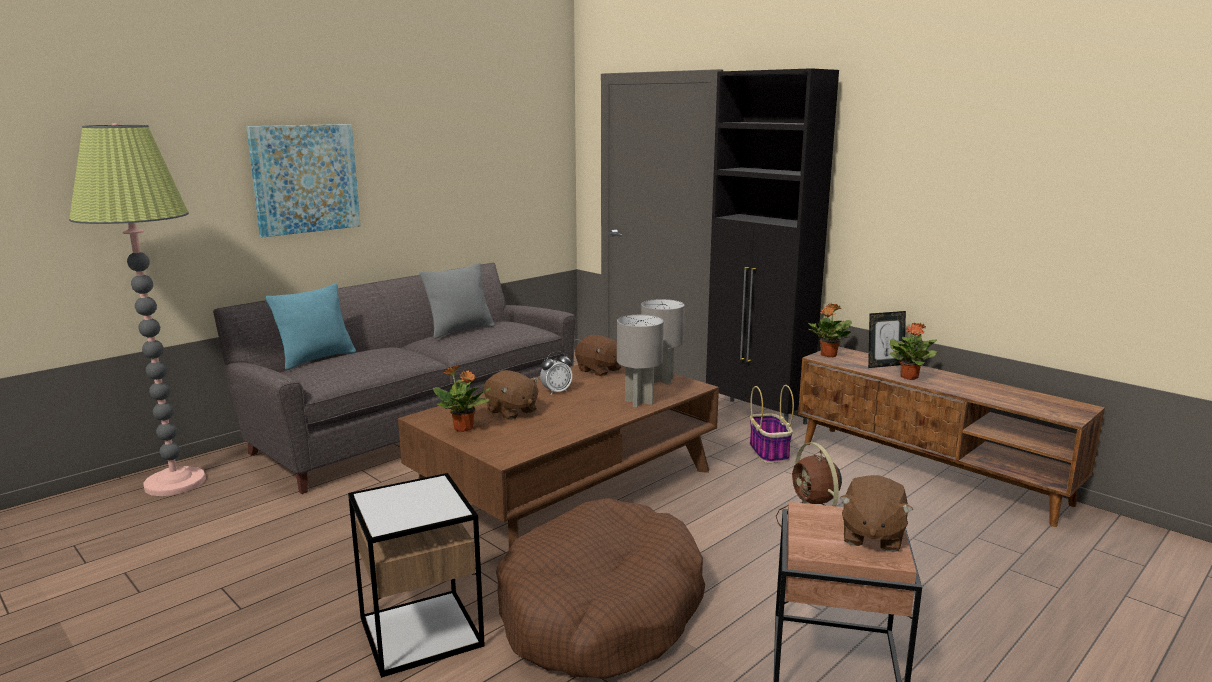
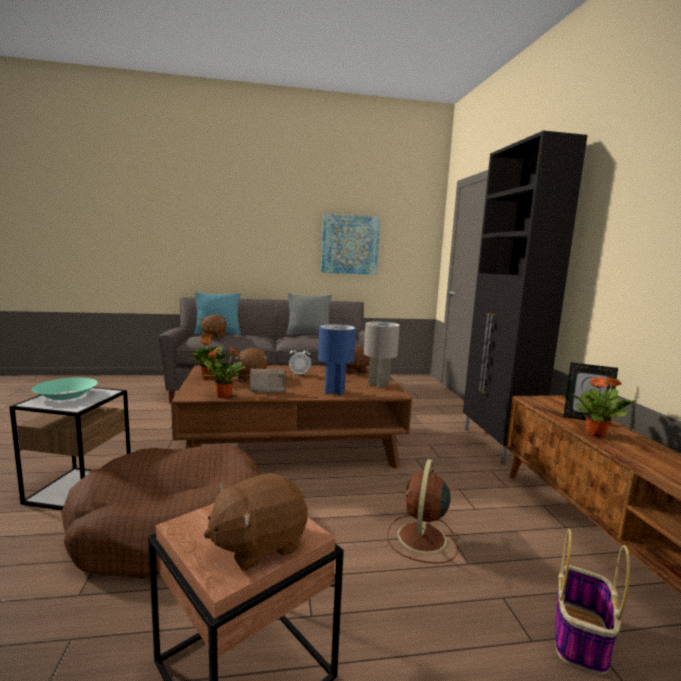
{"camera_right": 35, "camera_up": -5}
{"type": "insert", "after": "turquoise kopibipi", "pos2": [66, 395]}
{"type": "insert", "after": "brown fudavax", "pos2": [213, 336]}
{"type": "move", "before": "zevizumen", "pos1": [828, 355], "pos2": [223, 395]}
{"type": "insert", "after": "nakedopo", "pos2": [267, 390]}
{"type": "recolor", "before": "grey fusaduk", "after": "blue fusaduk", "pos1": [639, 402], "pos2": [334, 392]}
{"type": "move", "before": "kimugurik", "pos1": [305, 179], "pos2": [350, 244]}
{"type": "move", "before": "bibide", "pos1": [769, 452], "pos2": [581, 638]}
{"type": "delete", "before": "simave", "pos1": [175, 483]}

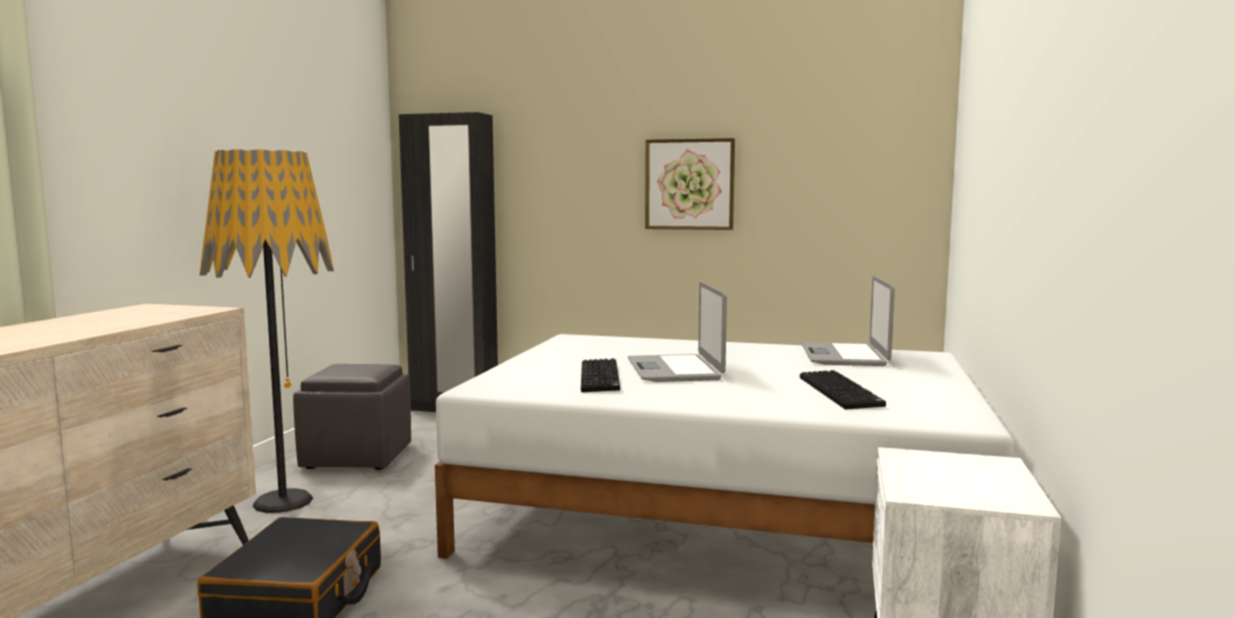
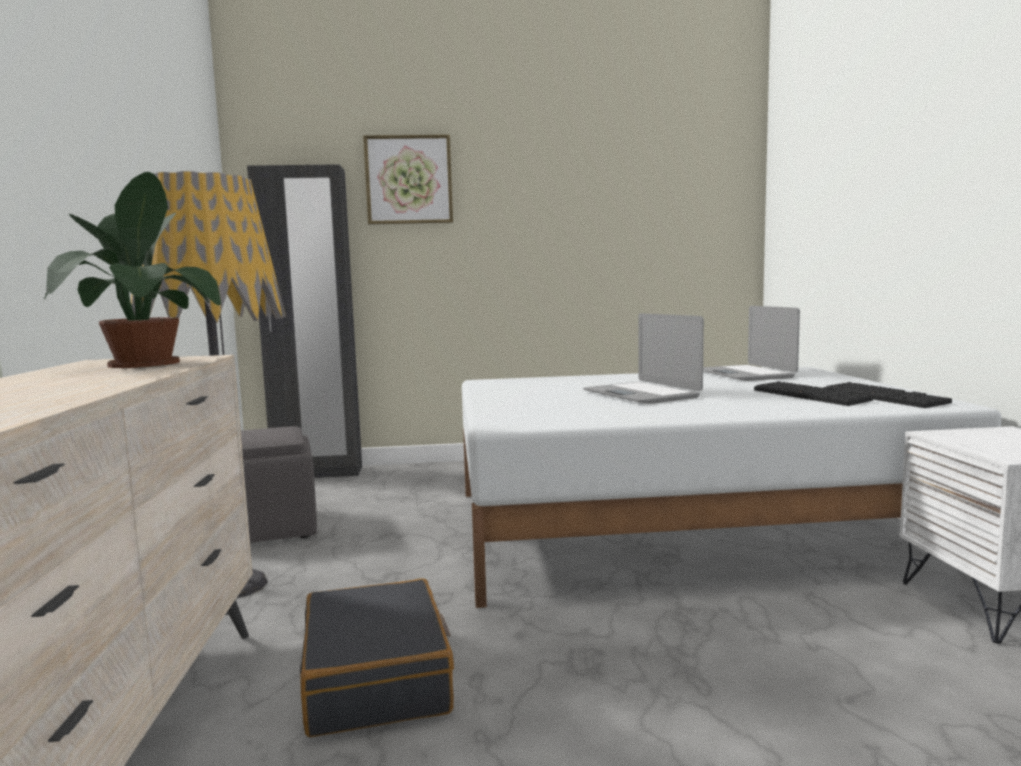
{"camera_right": -20, "camera_up": 0}
{"type": "insert", "after": "zevizumen", "pos2": [143, 364]}
{"type": "move", "before": "kimugurik", "pos1": [689, 184], "pos2": [409, 180]}
{"type": "move", "before": "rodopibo", "pos1": [601, 377], "pos2": [886, 397]}

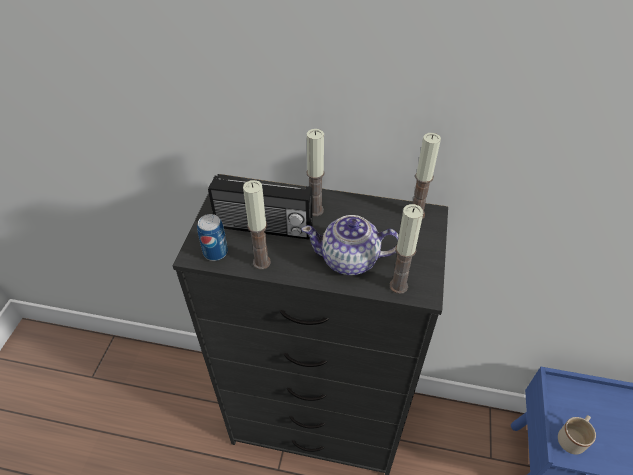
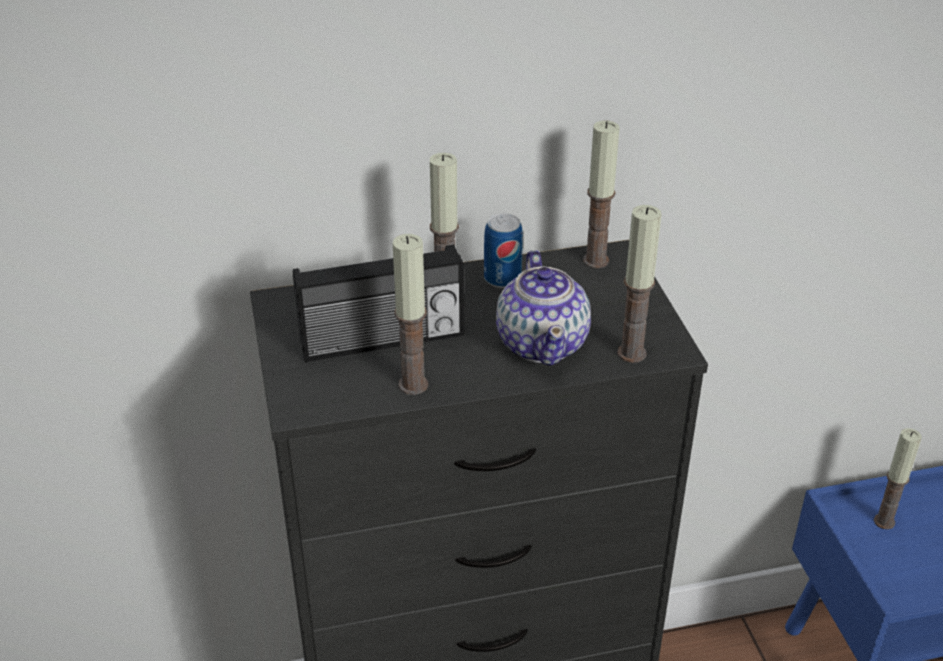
{"camera_right": -25, "camera_up": -10}
{"type": "move", "before": "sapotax", "pos1": [215, 252], "pos2": [502, 279]}
{"type": "rotate", "before": "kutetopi", "pos1": [350, 260], "pos2": [543, 343], "turn": -75}
{"type": "insert", "after": "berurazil", "pos2": [884, 521]}
{"type": "delete", "before": "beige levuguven", "pos1": [572, 438]}

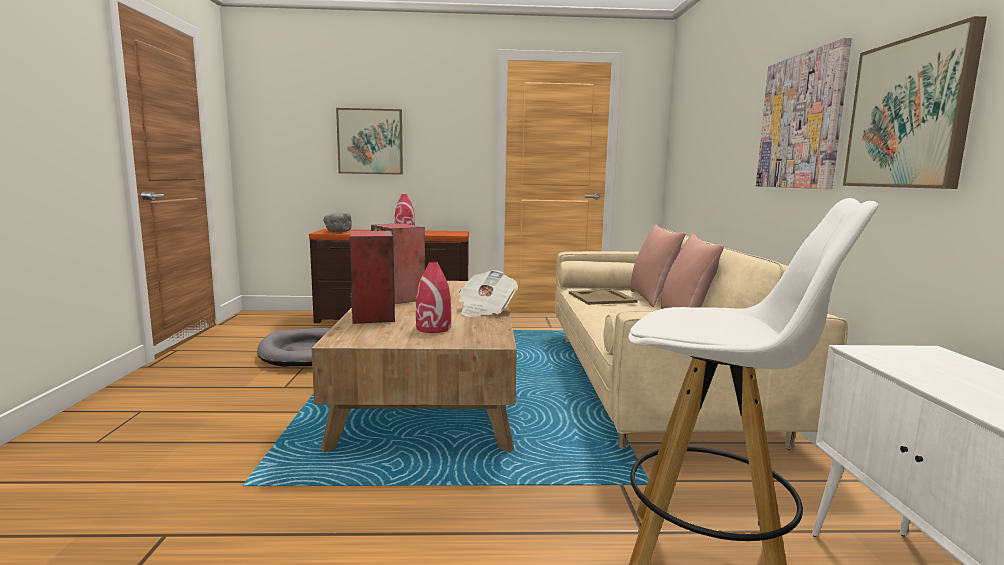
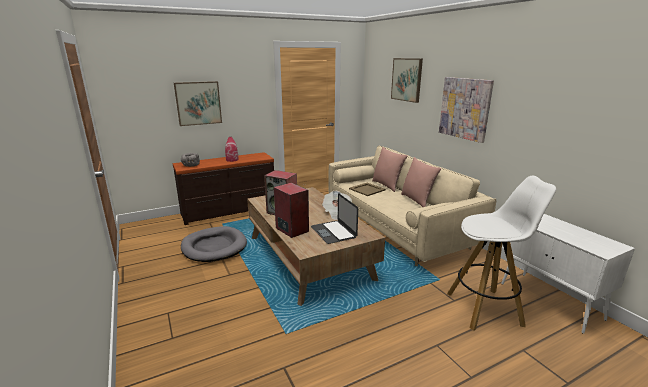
{"camera_right": -25, "camera_up": 10}
{"type": "replace", "before": "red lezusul", "after": "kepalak", "pos1": [433, 328], "pos2": [333, 232]}
{"type": "move", "before": "kimugurik", "pos1": [909, 114], "pos2": [406, 79]}

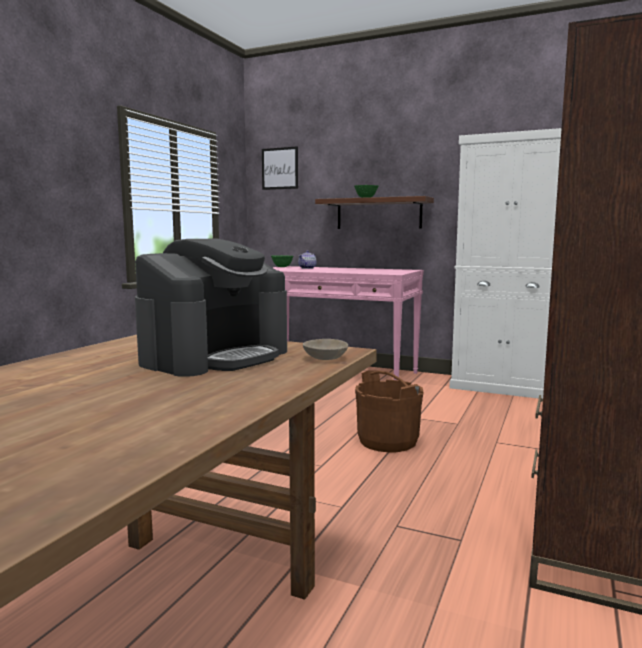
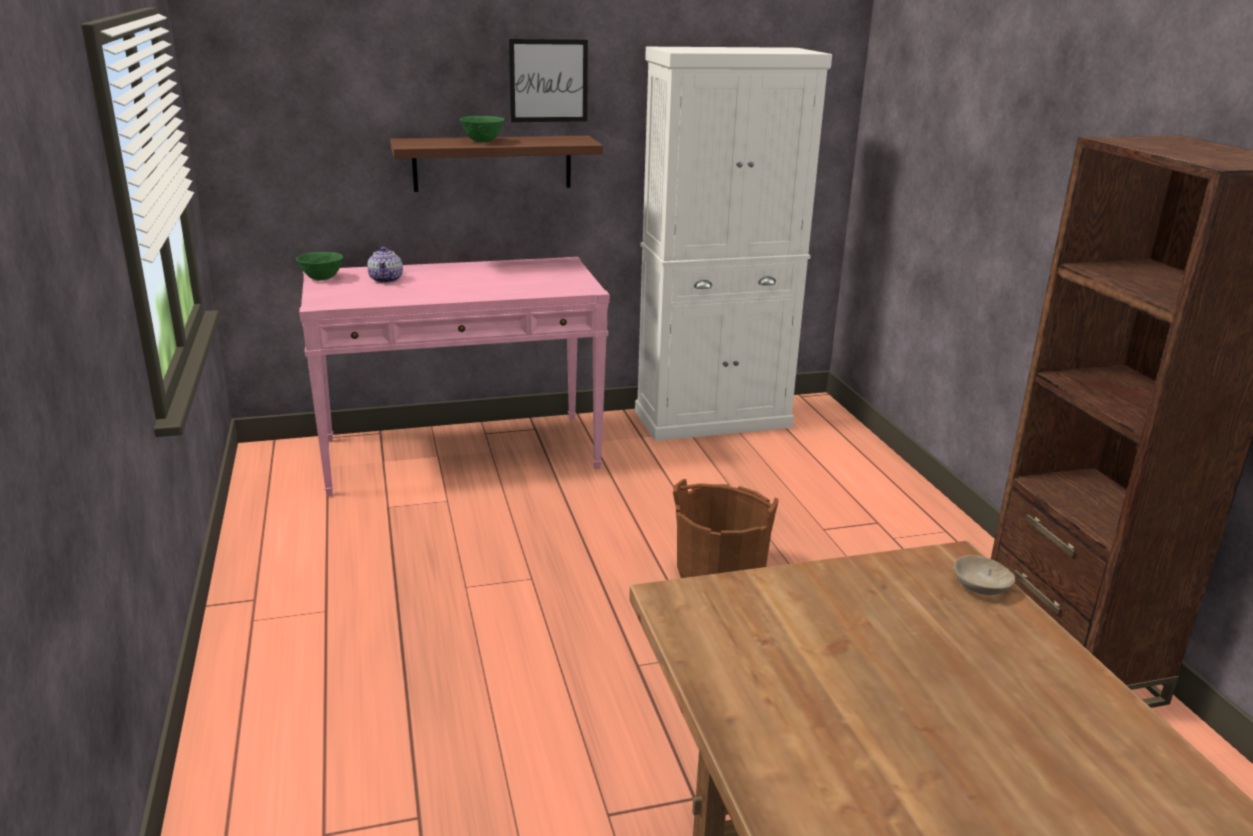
{"camera_right": -40, "camera_up": 15}
{"type": "move", "before": "kimugurik", "pos1": [280, 168], "pos2": [548, 81]}
{"type": "delete", "before": "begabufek", "pos1": [215, 357]}

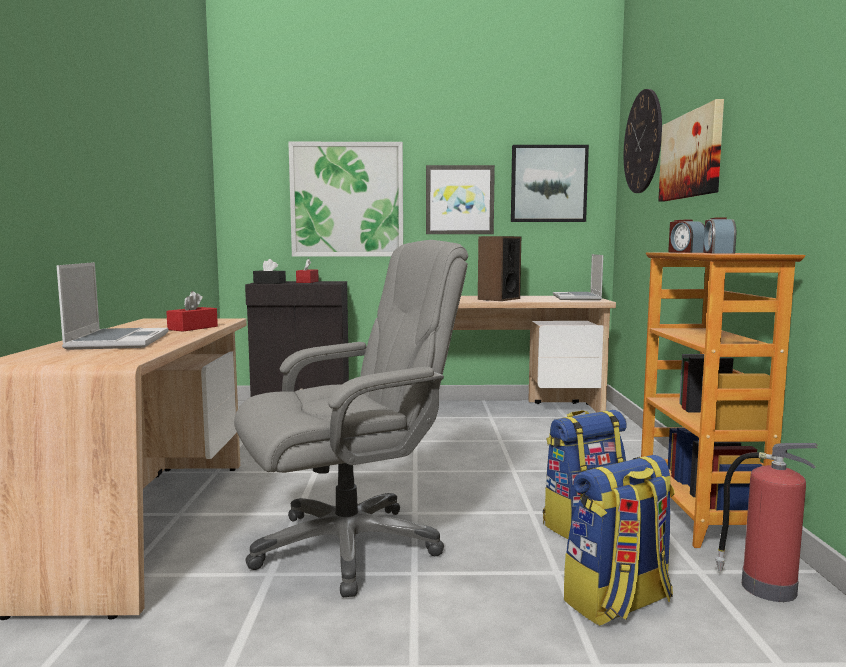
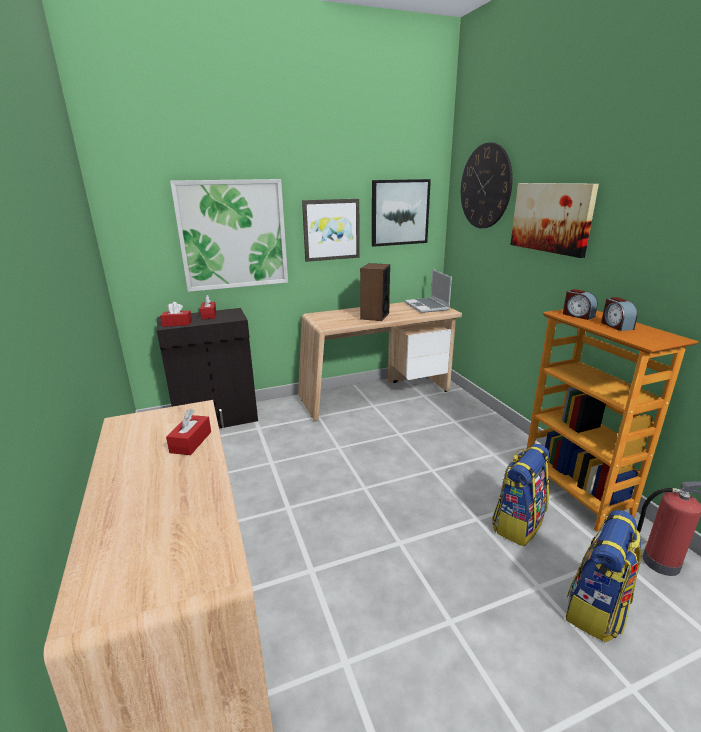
{"camera_right": -20, "camera_up": 15}
{"type": "recolor", "before": "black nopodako", "after": "red nopodako", "pos1": [269, 283], "pos2": [177, 323]}
{"type": "delete", "before": "kepalak", "pos1": [117, 341]}
{"type": "delete", "before": "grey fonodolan", "pos1": [349, 546]}

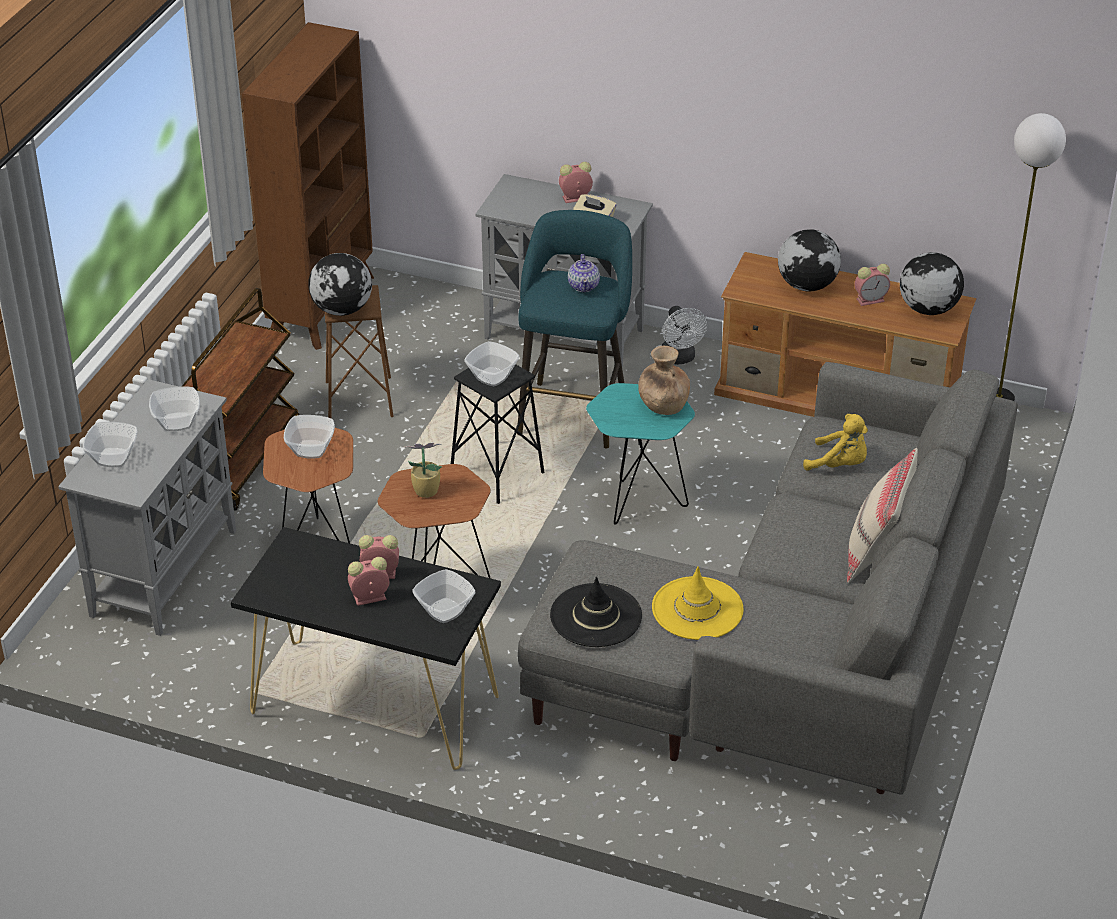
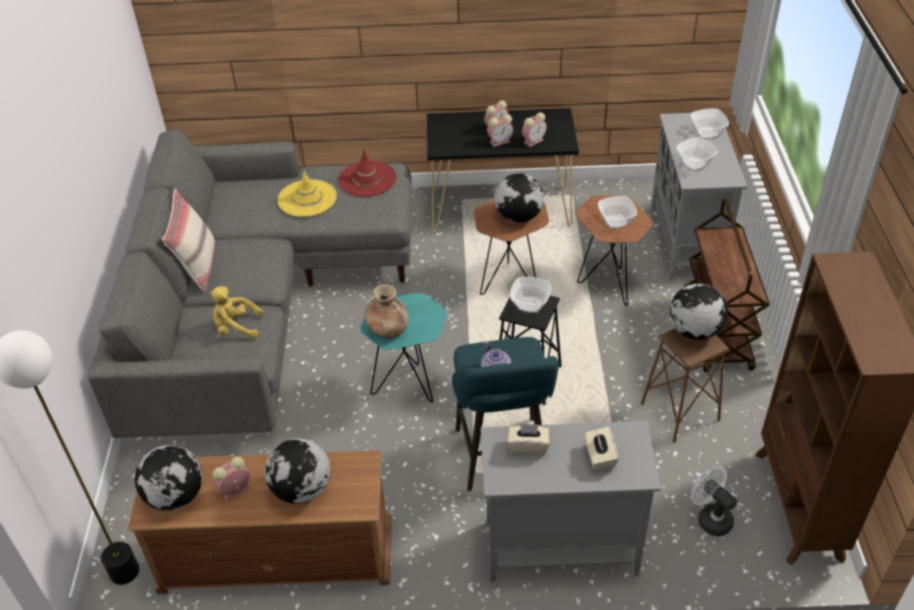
{"camera_right": 160, "camera_up": 5}
{"type": "recolor", "before": "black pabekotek", "after": "red pabekotek", "pos1": [596, 616], "pos2": [367, 179]}
{"type": "replace", "before": "zevizumen", "after": "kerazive", "pos1": [425, 491], "pos2": [518, 216]}
{"type": "move", "before": "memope", "pos1": [574, 198], "pos2": [534, 140]}
{"type": "insert", "after": "beige nopodako", "pos2": [599, 457]}
{"type": "move", "before": "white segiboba", "pos1": [680, 358], "pos2": [710, 518]}
{"type": "delete", "before": "kopibipi", "pos1": [443, 611]}

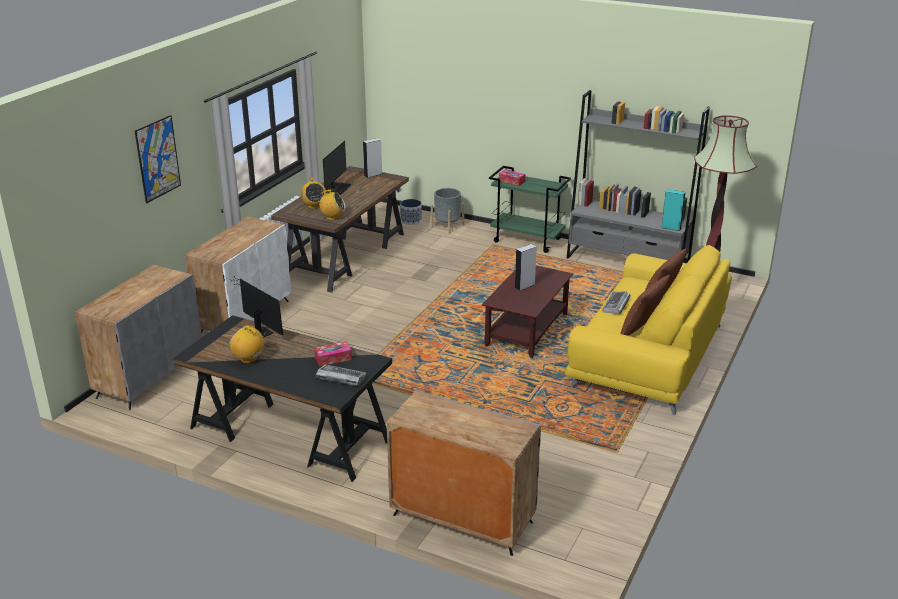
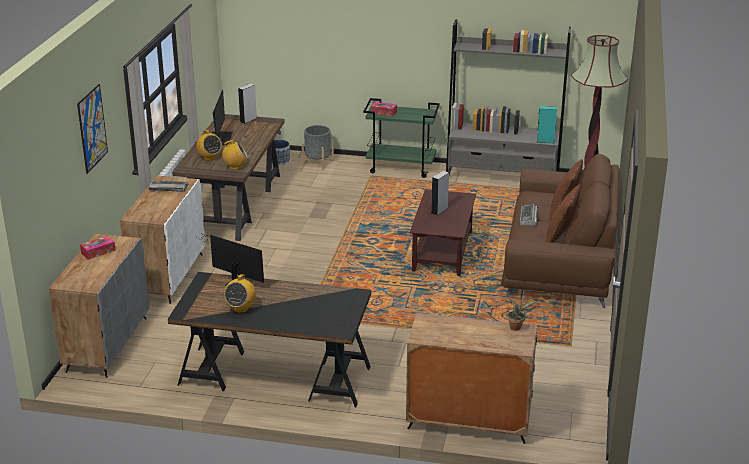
{"camera_right": -15, "camera_up": 0}
{"type": "move", "before": "nopodako", "pos1": [333, 358], "pos2": [98, 252]}
{"type": "move", "before": "rodopibo", "pos1": [340, 378], "pos2": [168, 188]}
{"type": "rotate", "before": "nakedopo", "pos1": [249, 359], "pos2": [240, 308], "turn": -90}
{"type": "recolor", "before": "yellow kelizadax", "after": "brown kelizadax", "pos1": [648, 356], "pos2": [559, 260]}
{"type": "insert", "after": "zevizumen", "pos2": [517, 327]}

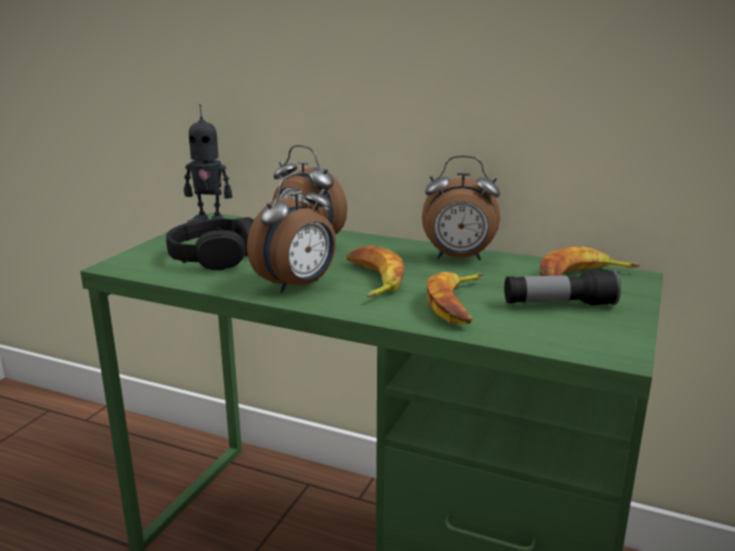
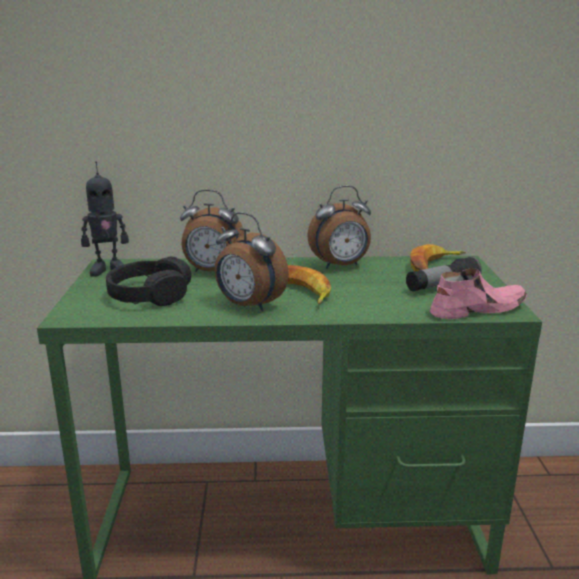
{"camera_right": -25, "camera_up": 0}
{"type": "rotate", "before": "memope", "pos1": [297, 286], "pos2": [248, 306], "turn": 105}
{"type": "insert", "after": "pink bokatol", "pos2": [476, 309]}
{"type": "delete", "before": "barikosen", "pos1": [458, 305]}

